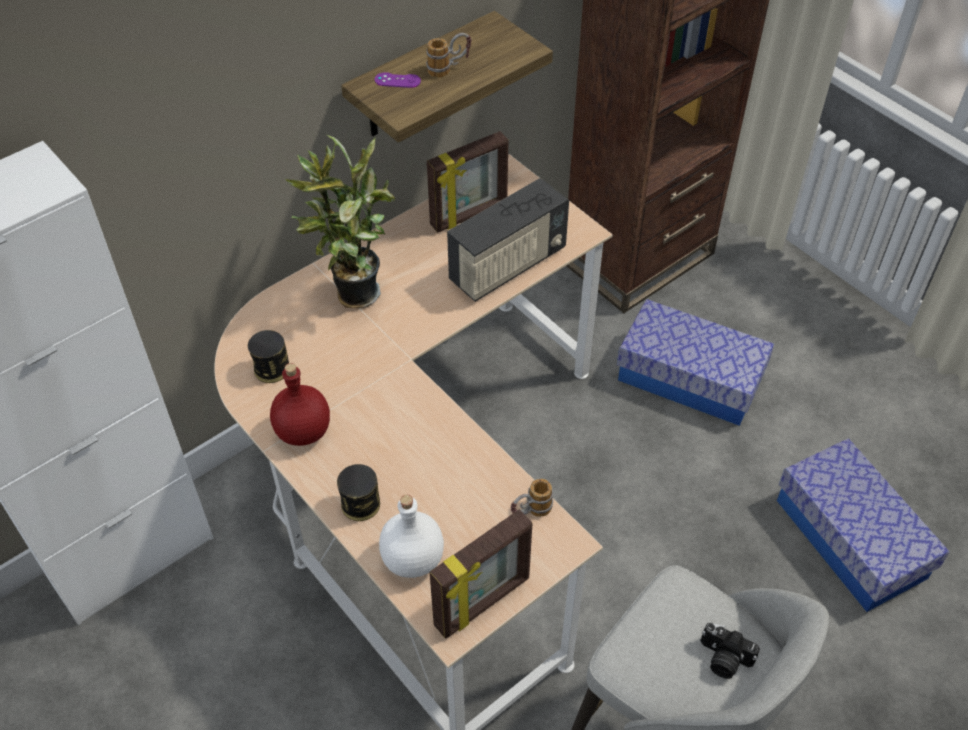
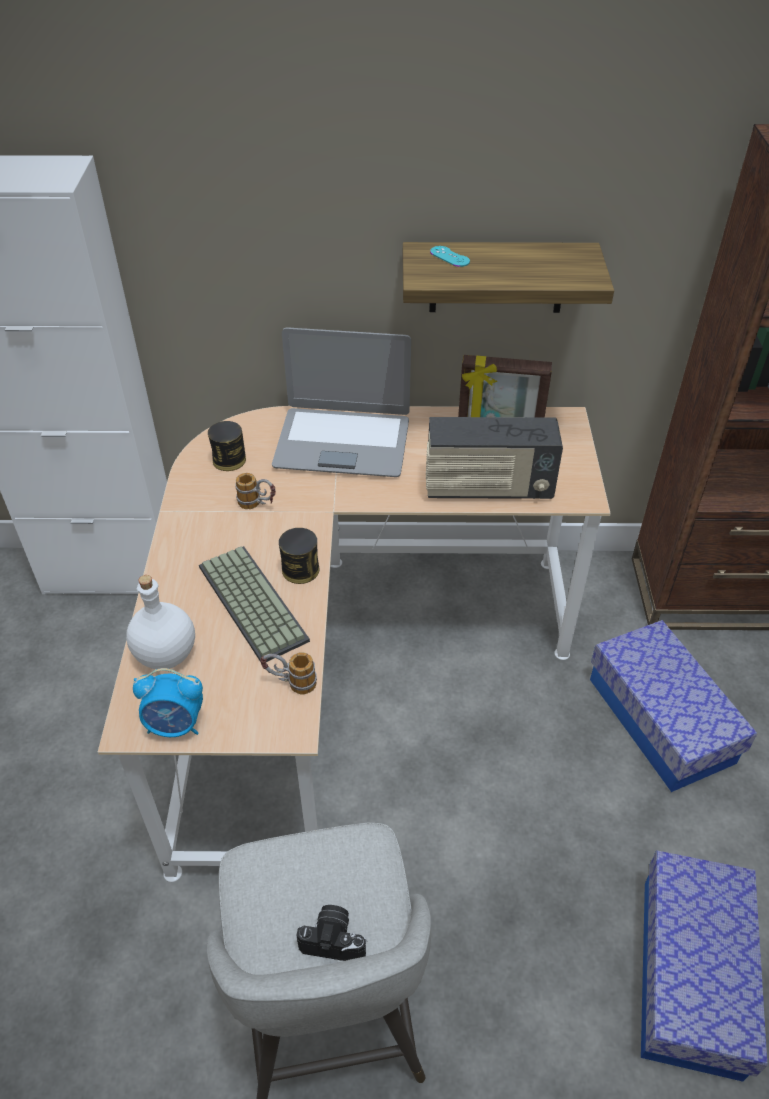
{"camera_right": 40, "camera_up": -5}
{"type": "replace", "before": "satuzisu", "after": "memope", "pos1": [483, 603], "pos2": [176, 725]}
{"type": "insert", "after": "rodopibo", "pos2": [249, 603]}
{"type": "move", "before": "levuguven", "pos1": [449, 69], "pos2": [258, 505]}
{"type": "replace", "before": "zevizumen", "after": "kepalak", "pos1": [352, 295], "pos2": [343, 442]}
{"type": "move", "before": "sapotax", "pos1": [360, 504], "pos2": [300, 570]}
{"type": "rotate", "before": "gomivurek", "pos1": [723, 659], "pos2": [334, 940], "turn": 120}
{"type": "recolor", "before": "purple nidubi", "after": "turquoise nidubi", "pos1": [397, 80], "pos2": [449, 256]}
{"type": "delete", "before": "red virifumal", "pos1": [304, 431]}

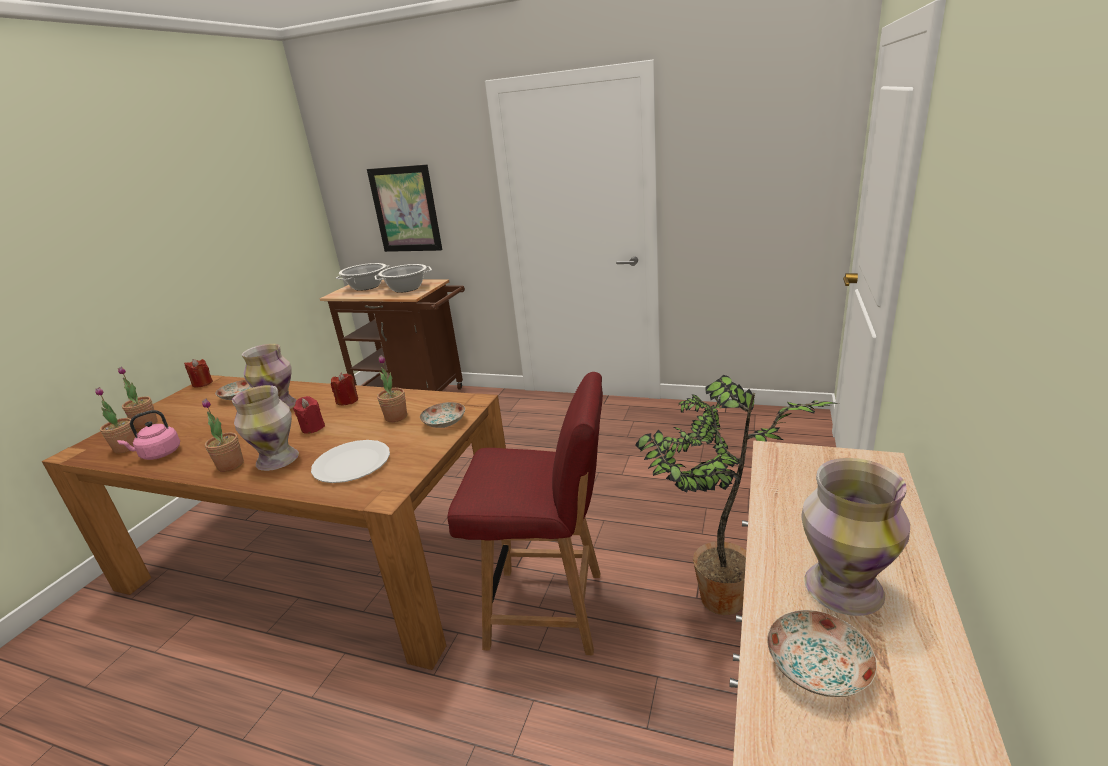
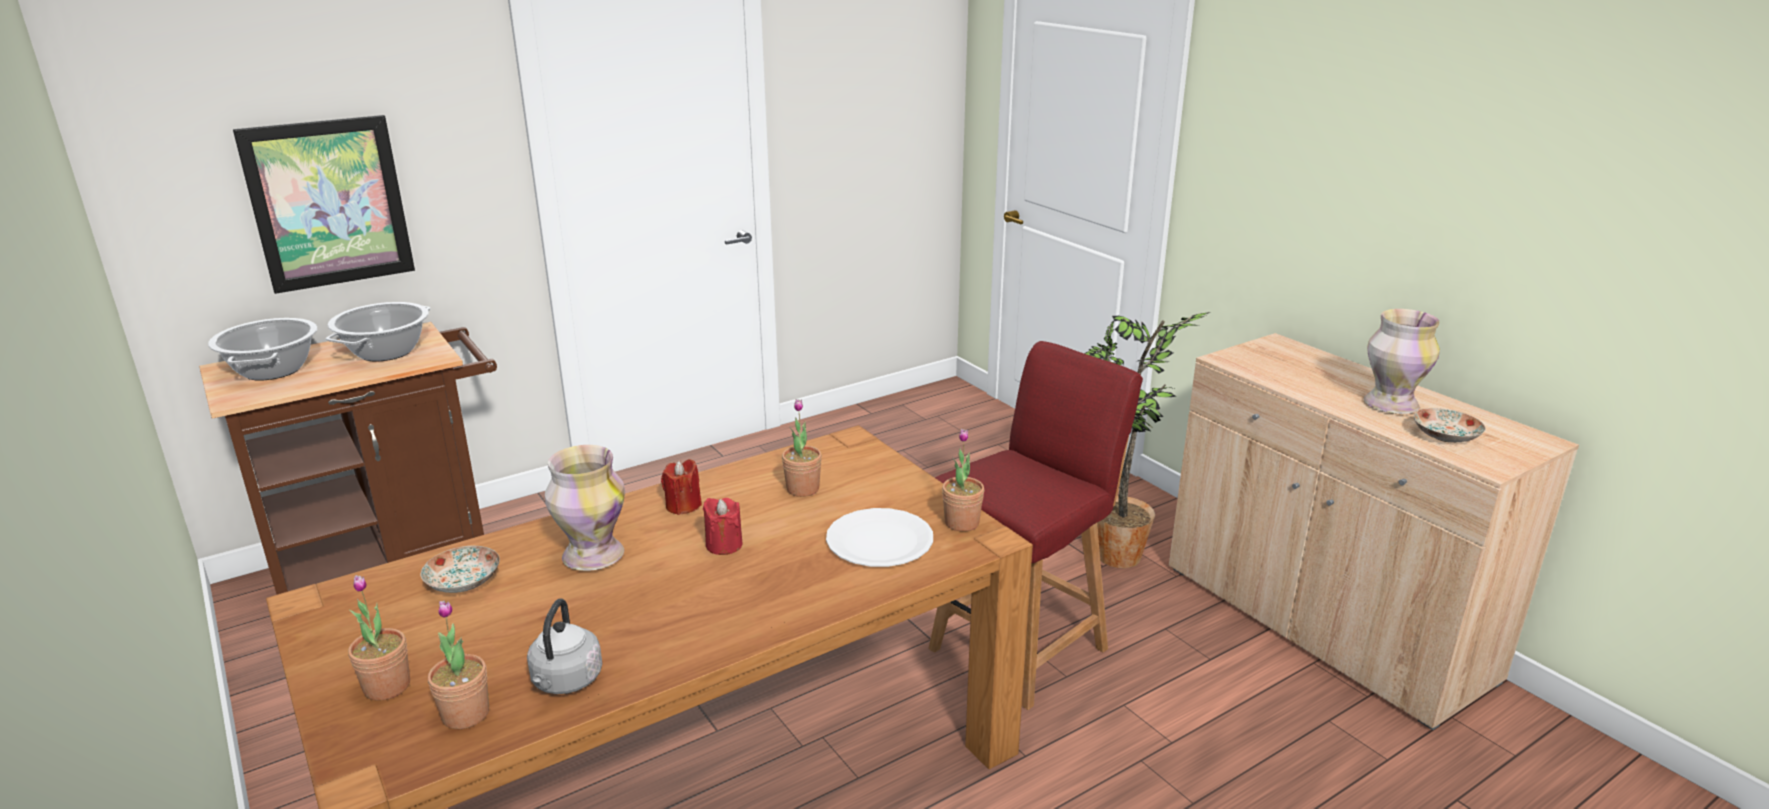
{"camera_right": -55, "camera_up": 0}
{"type": "recolor", "before": "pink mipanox", "after": "grey mipanox", "pos1": [159, 454], "pos2": [566, 682]}
{"type": "move", "before": "zevizumen", "pos1": [230, 465], "pos2": [961, 523]}
{"type": "delete", "before": "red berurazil", "pos1": [202, 383]}
{"type": "delete", "before": "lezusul", "pos1": [278, 460]}
{"type": "delete", "before": "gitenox", "pos1": [444, 422]}

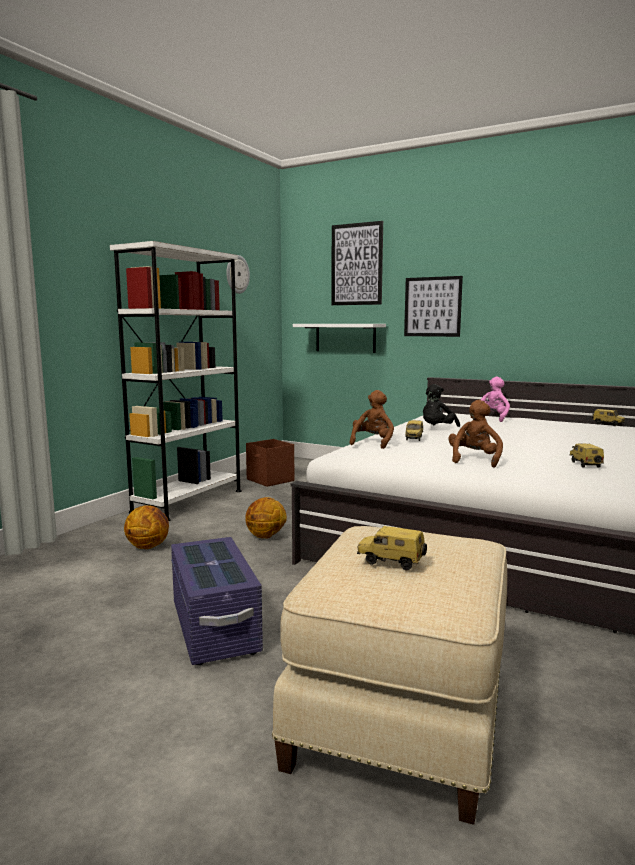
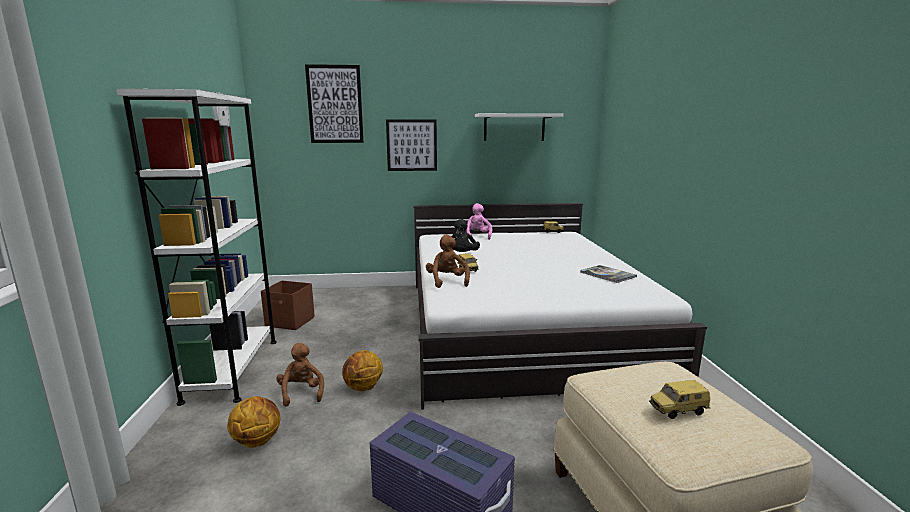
{"camera_right": -35, "camera_up": 5}
{"type": "move", "before": "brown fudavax", "pos1": [474, 460], "pos2": [301, 393]}
{"type": "move", "before": "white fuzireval", "pos1": [345, 337], "pos2": [514, 127]}
{"type": "replace", "before": "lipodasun", "after": "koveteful", "pos1": [584, 465], "pos2": [607, 275]}

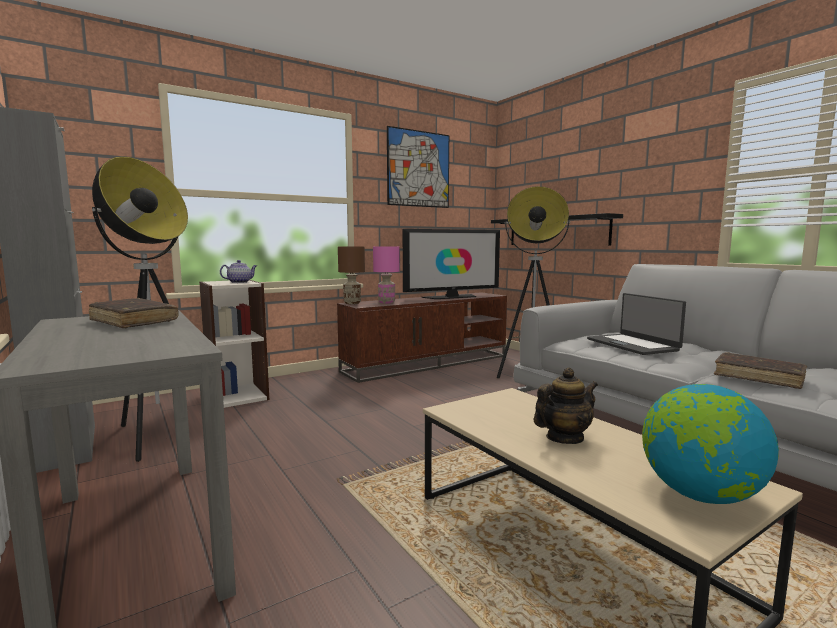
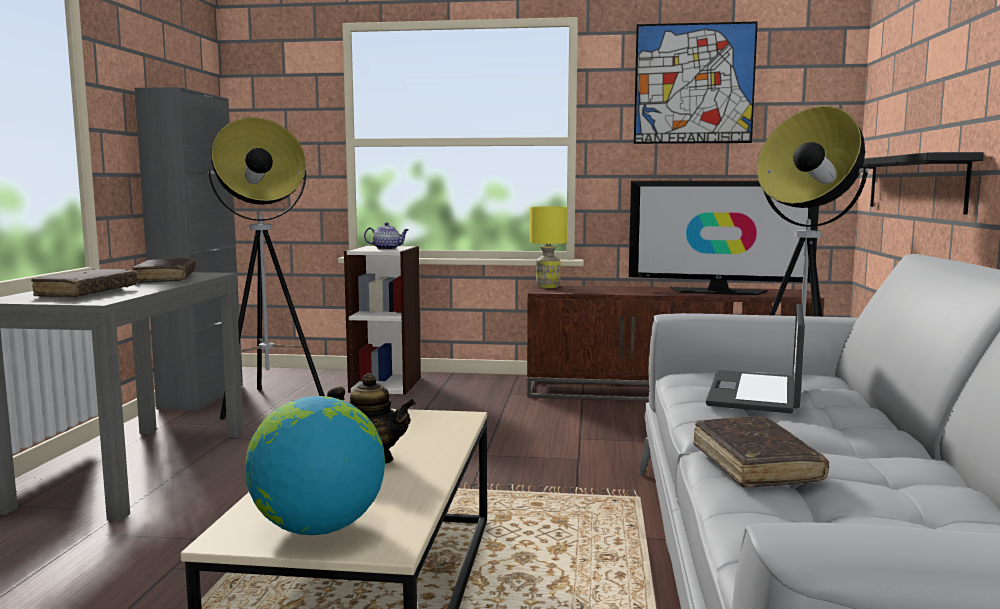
{"camera_right": 40, "camera_up": 0}
{"type": "insert", "after": "brown koveteful", "pos2": [87, 293]}
{"type": "recolor", "before": "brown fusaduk", "after": "yellow fusaduk", "pos1": [352, 303], "pos2": [548, 287]}
{"type": "delete", "before": "pink fusaduk", "pos1": [387, 302]}

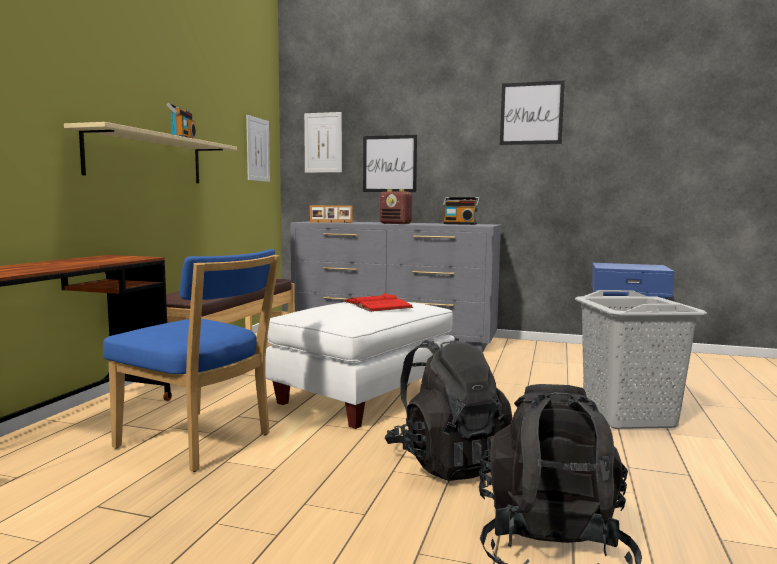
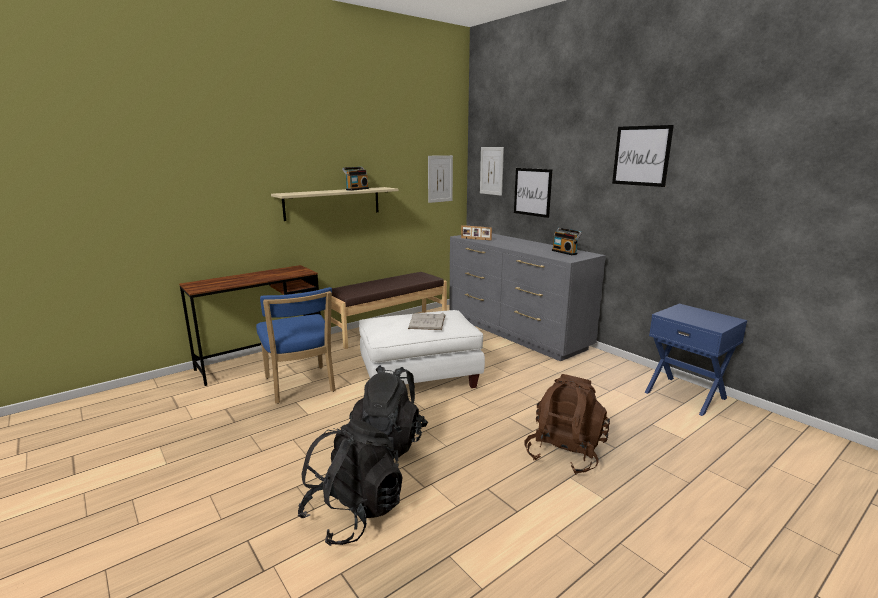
{"camera_right": 35, "camera_up": 10}
{"type": "recolor", "before": "red koveteful", "after": "white koveteful", "pos1": [377, 304], "pos2": [427, 321]}
{"type": "replace", "before": "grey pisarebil", "after": "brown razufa", "pos1": [628, 416], "pos2": [565, 453]}
{"type": "delete", "before": "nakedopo", "pos1": [395, 223]}

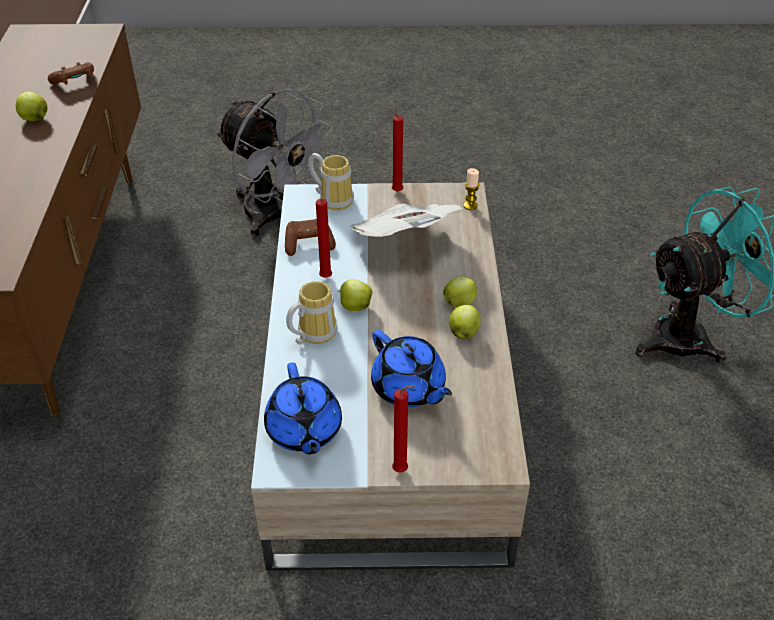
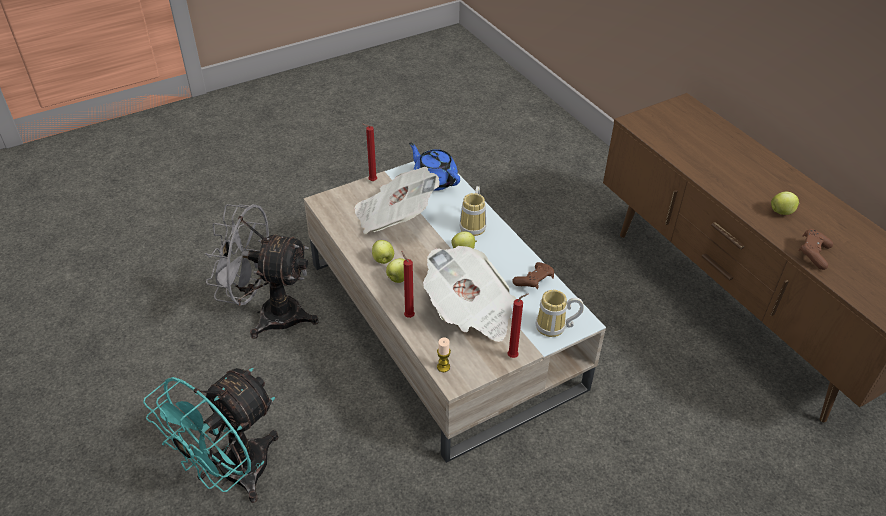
{"camera_right": 150, "camera_up": 0}
{"type": "move", "before": "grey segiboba", "pos1": [276, 216], "pos2": [269, 314]}
{"type": "replace", "before": "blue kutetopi", "after": "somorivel", "pos1": [409, 388], "pos2": [394, 217]}
{"type": "move", "before": "red berurazil", "pos1": [326, 279], "pos2": [408, 315]}

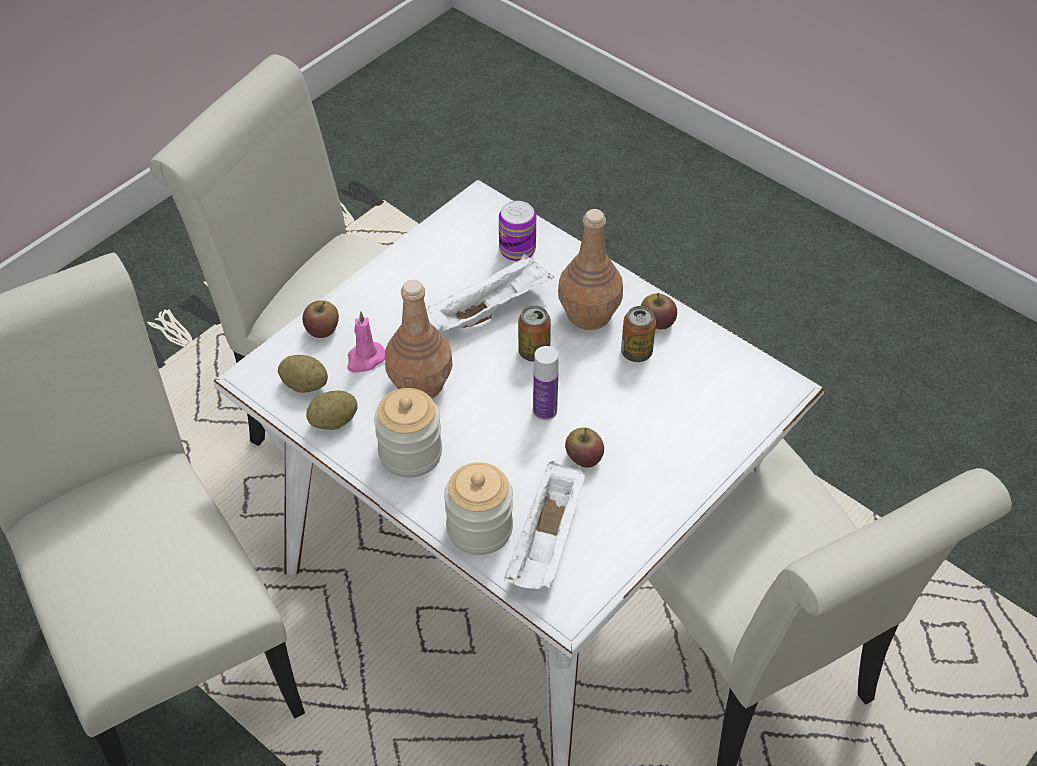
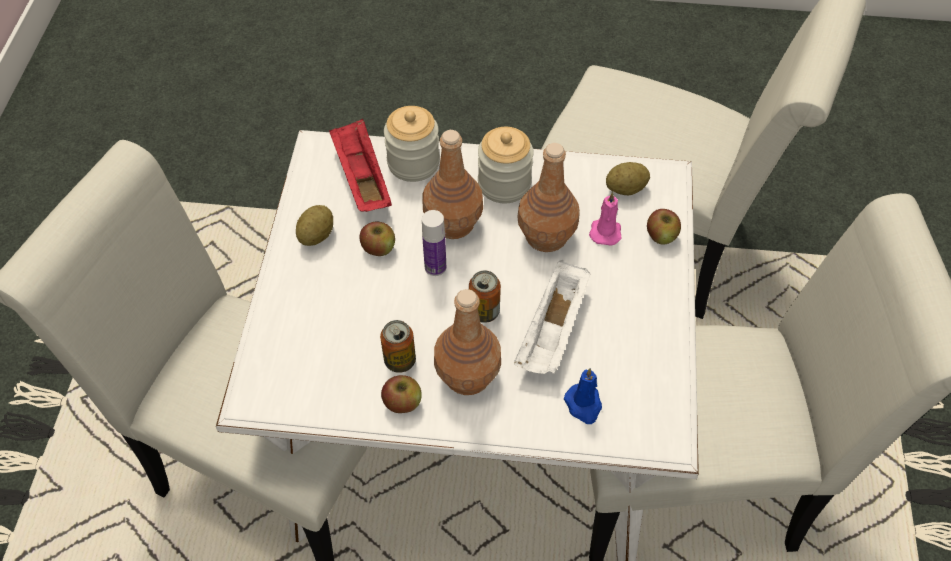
{"camera_right": 145, "camera_up": 5}
{"type": "move", "before": "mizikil", "pos1": [333, 421], "pos2": [316, 235]}
{"type": "recolor", "before": "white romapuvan", "after": "red romapuvan", "pos1": [547, 542], "pos2": [361, 178]}
{"type": "insert", "after": "brown virifumal", "pos2": [452, 223]}
{"type": "replace", "before": "sapotax", "after": "blue berurazil", "pos1": [517, 250], "pos2": [584, 405]}

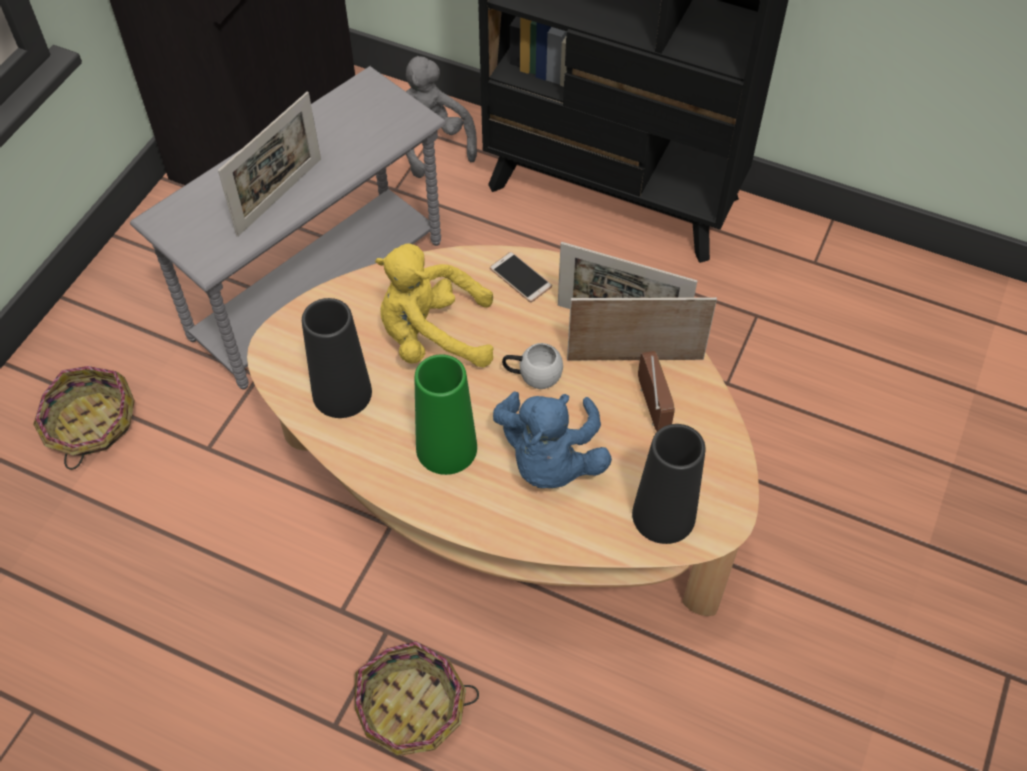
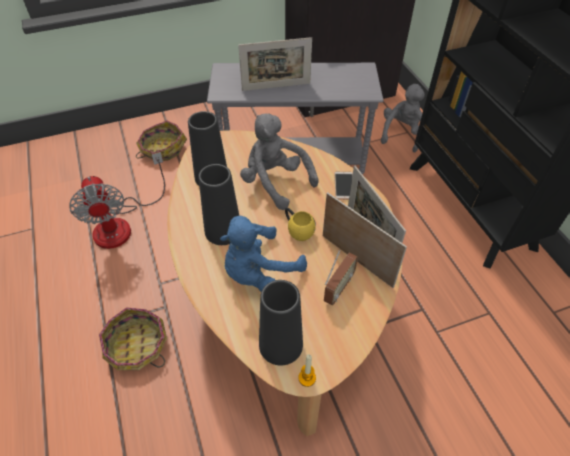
{"camera_right": 45, "camera_up": -5}
{"type": "insert", "after": "segiboba", "pos2": [122, 224]}
{"type": "recolor", "before": "green lezusul", "after": "black lezusul", "pos1": [446, 448], "pos2": [223, 230]}
{"type": "recolor", "before": "yellow fudavax", "after": "grey fudavax", "pos1": [432, 336], "pos2": [275, 182]}
{"type": "recolor", "before": "white levuguven", "after": "yellow levuguven", "pos1": [532, 376], "pos2": [297, 230]}
{"type": "insert", "after": "berurazil", "pos2": [307, 378]}

